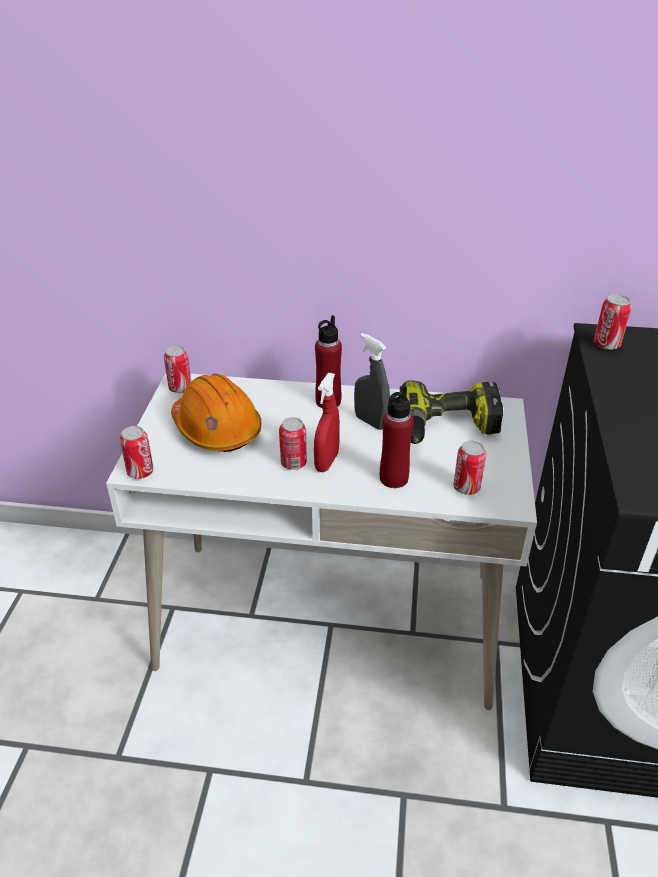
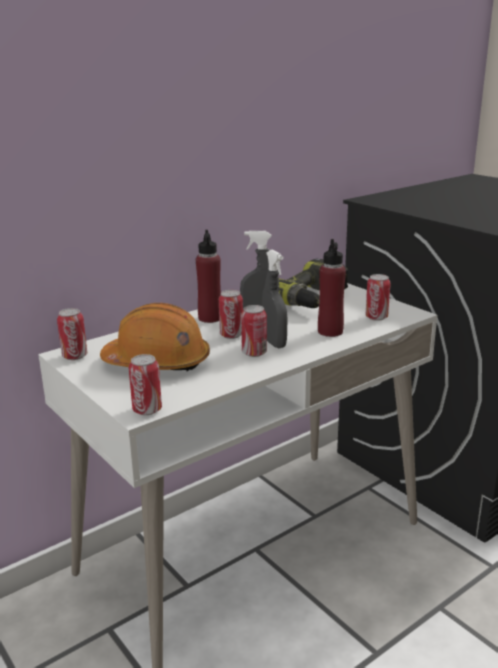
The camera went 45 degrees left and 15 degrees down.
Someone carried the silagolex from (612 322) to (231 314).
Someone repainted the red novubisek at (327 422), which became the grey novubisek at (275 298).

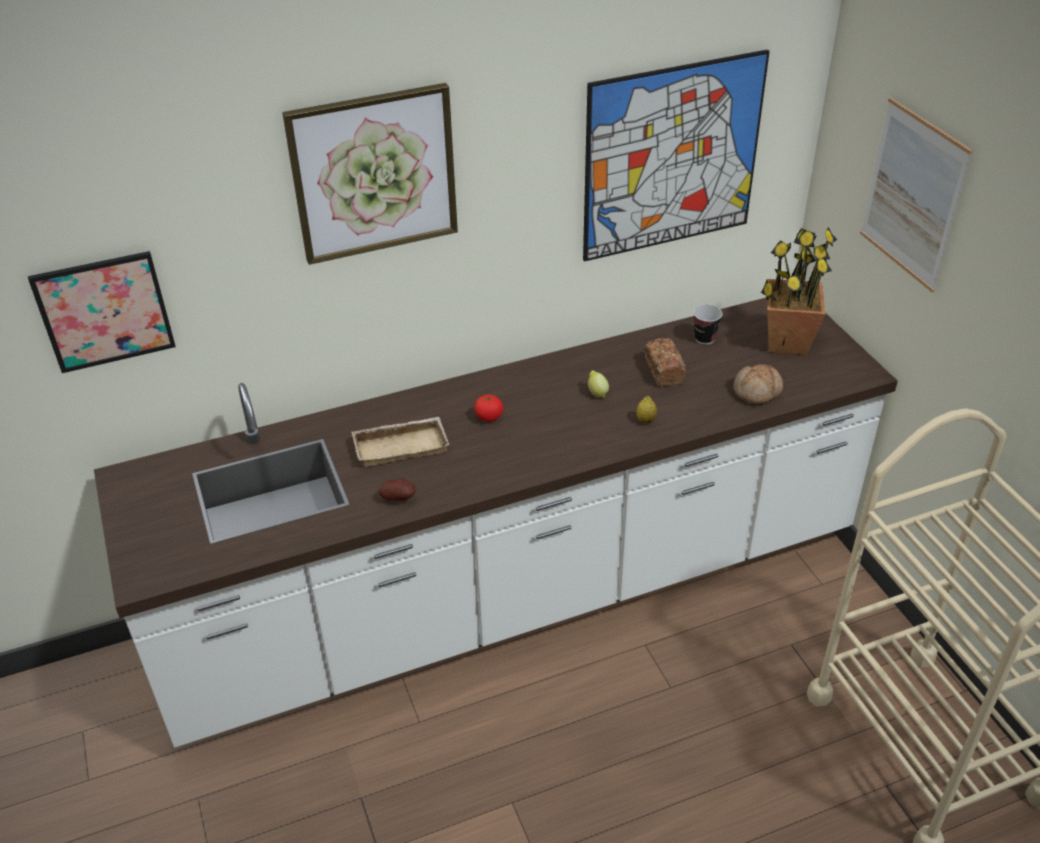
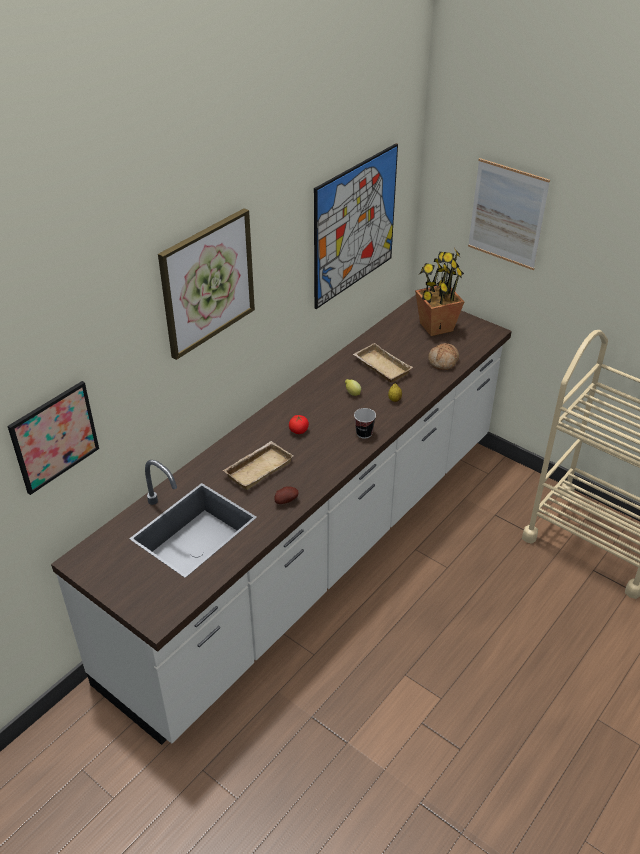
The camera went 30 degrees left and 0 degrees up.
Someone carried the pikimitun from (708 325) to (365 423).
Someone swapped the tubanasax at (665 362) for the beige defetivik at (383 363).

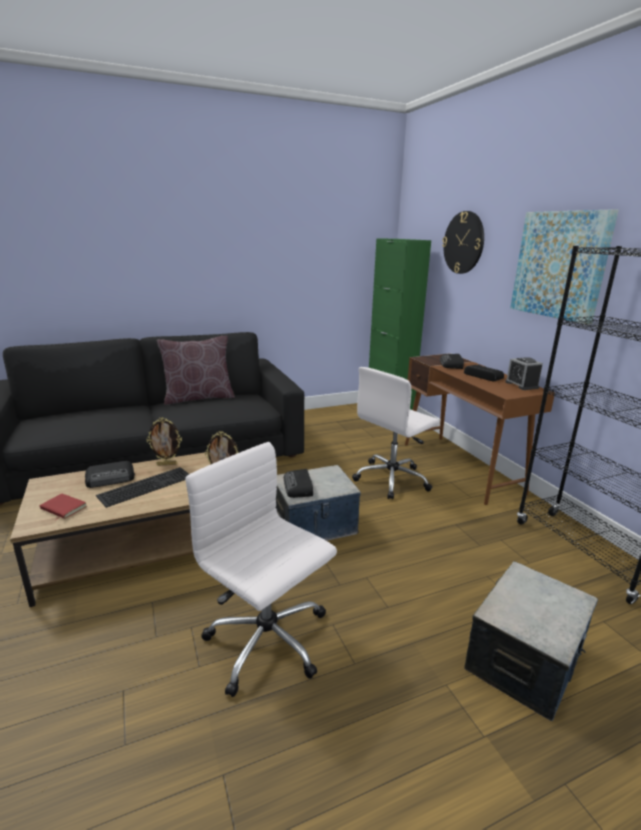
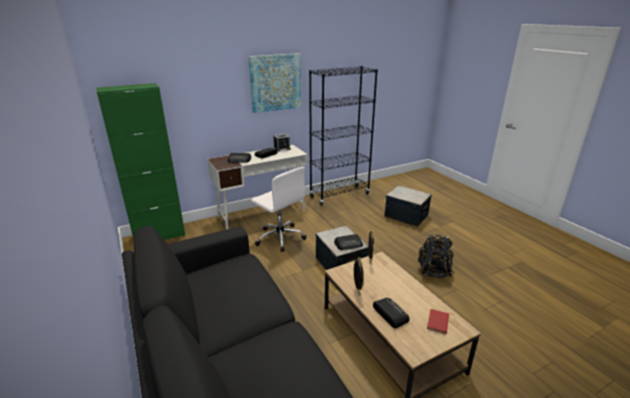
The camera went 95 degrees left and 5 degrees up.
Someone took away the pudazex at (142 487).
Someone took away the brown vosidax at (196 370).
Someone took away the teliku at (463 242).
Someone swapped the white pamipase at (261 569) for the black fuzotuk at (436 256).
Someone repainted the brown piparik at (480 429), which became the white piparik at (257 187).

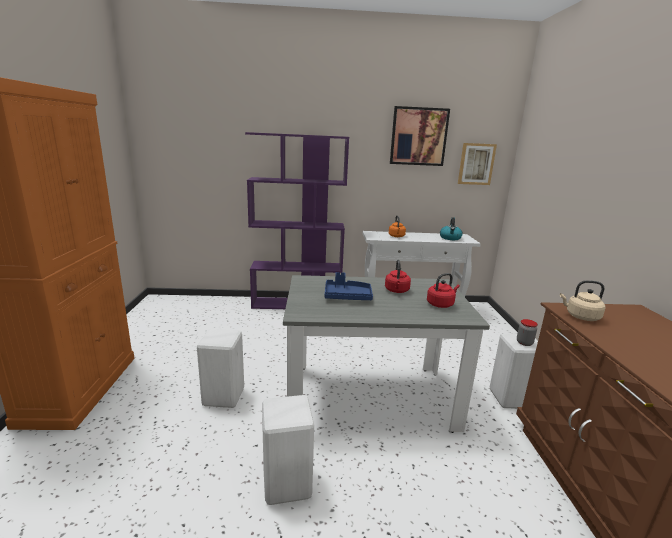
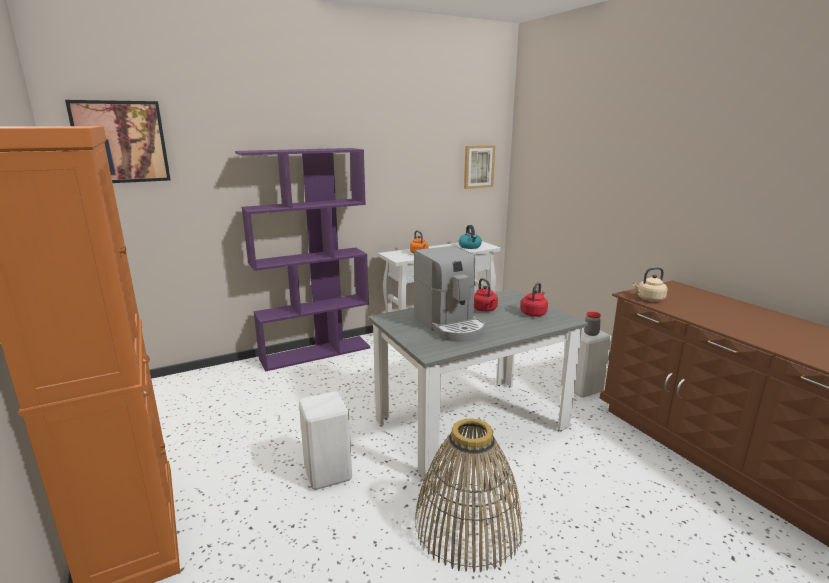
The camera went 25 degrees left and 0 degrees up.
Someone carried the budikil from (420 136) to (118 141).
Someone swapped the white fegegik at (288 450) for the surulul at (468 495).
Someone swapped the blue defetivik at (349 286) for the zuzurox at (449 294).

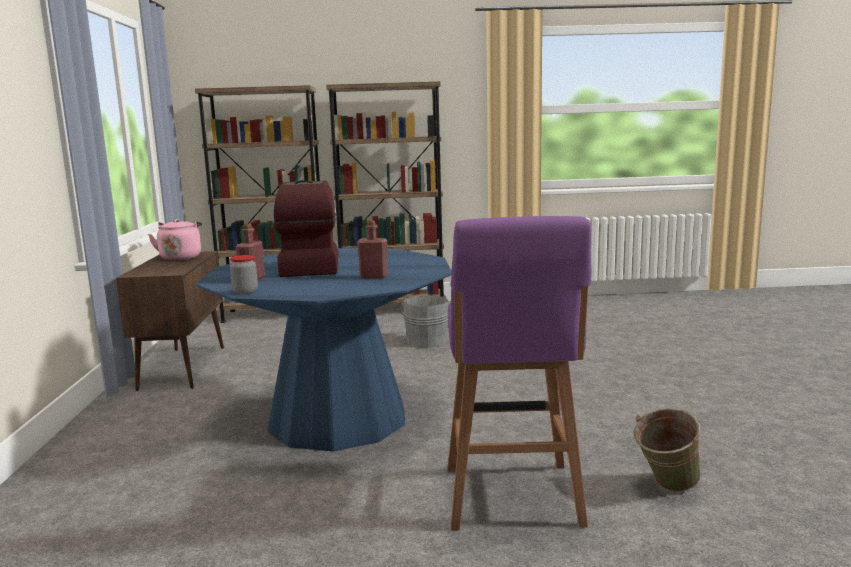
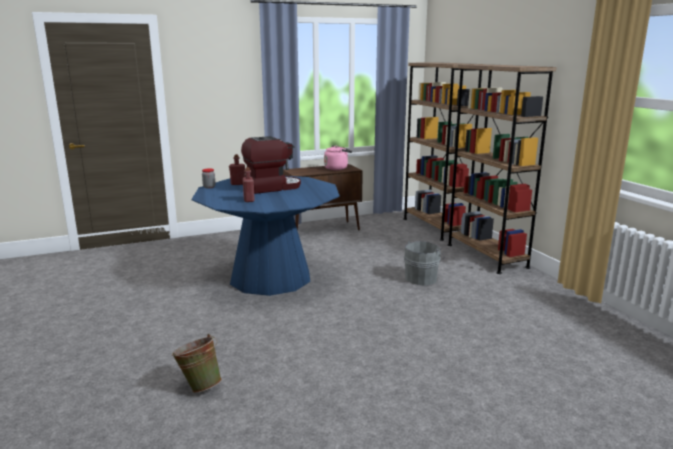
The camera went 70 degrees right and 5 degrees up.
Someone took away the purple fegegik at (519 373).

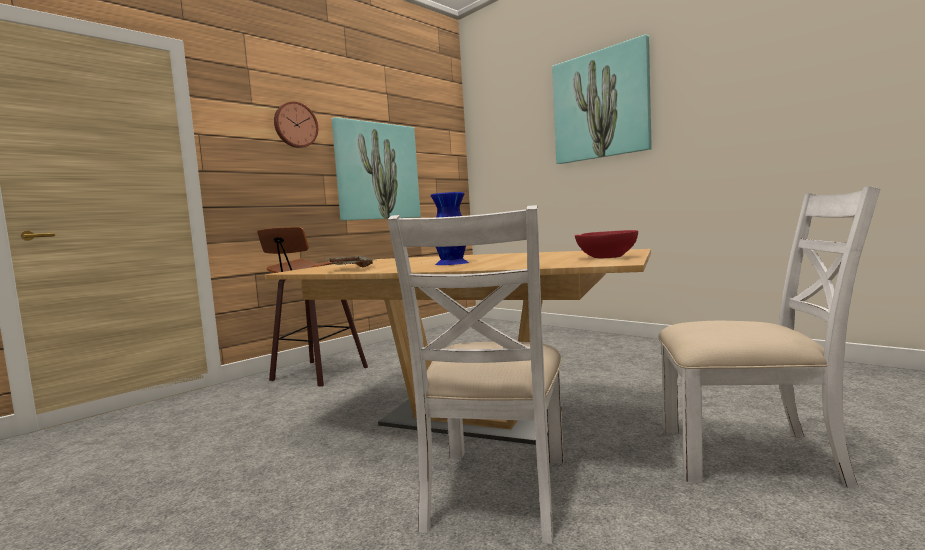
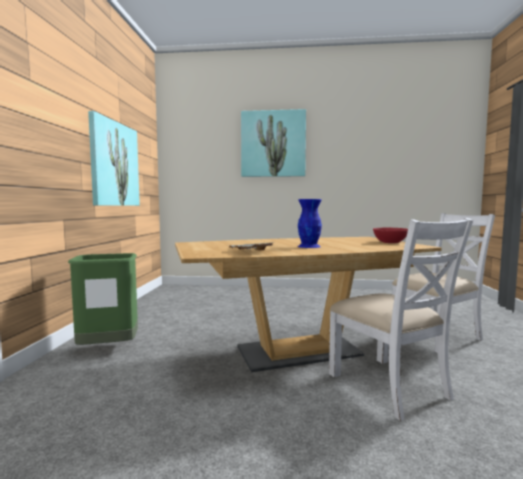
The camera went 40 degrees left and 0 degrees up.
Someone took away the teliku at (296 124).
Someone swapped the fegegik at (312 307) for the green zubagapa at (103 299).

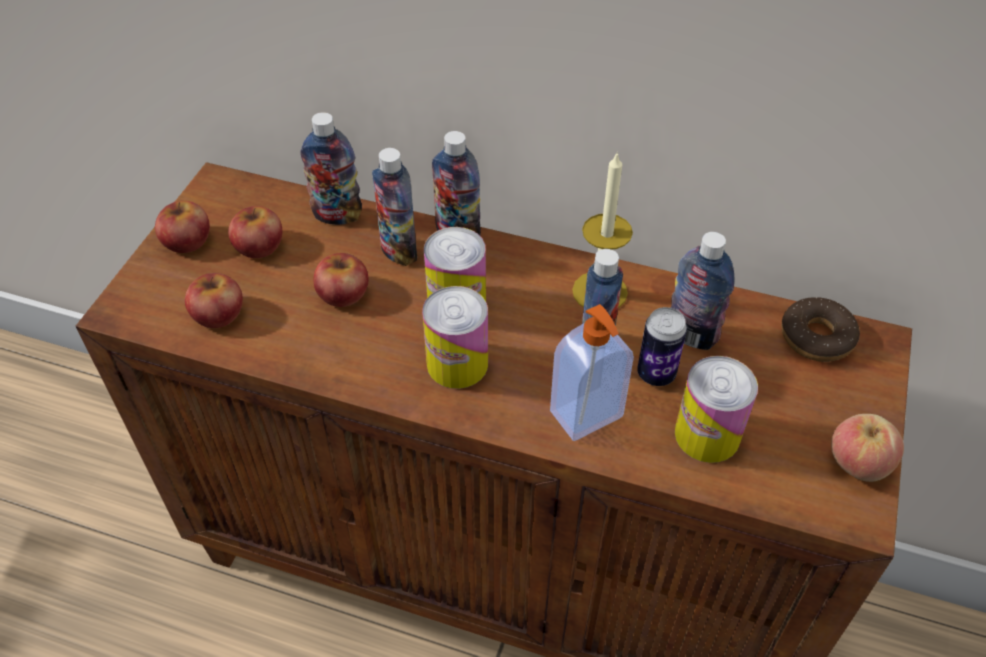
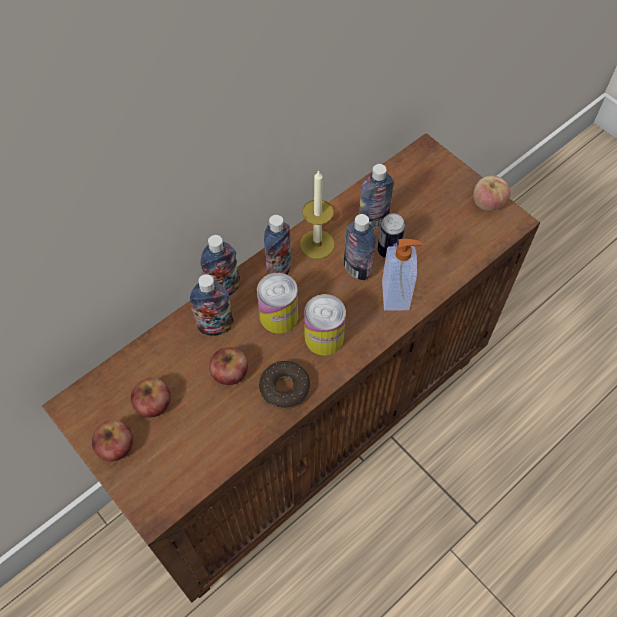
The camera went 60 degrees left and 10 degrees up.
Someone took away the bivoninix at (214 300).
Someone took away the silagolex at (716 409).
Someone carried the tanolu from (331 168) to (277 245).
Someone carried the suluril from (820 329) to (284 385).

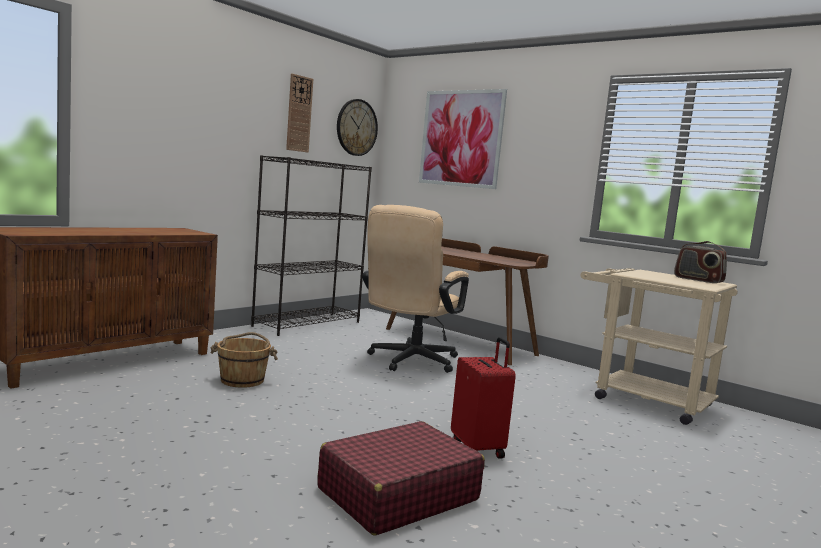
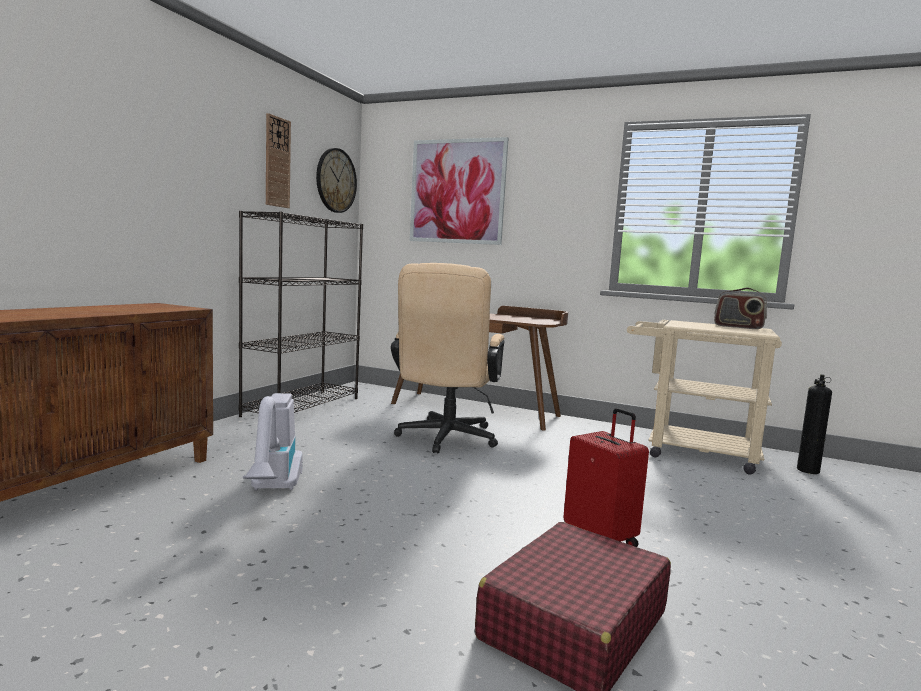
The camera went 15 degrees left and 0 degrees up.
Someone put down the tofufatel at (814 424).
Someone swapped the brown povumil at (244 360) for the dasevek at (273 441).

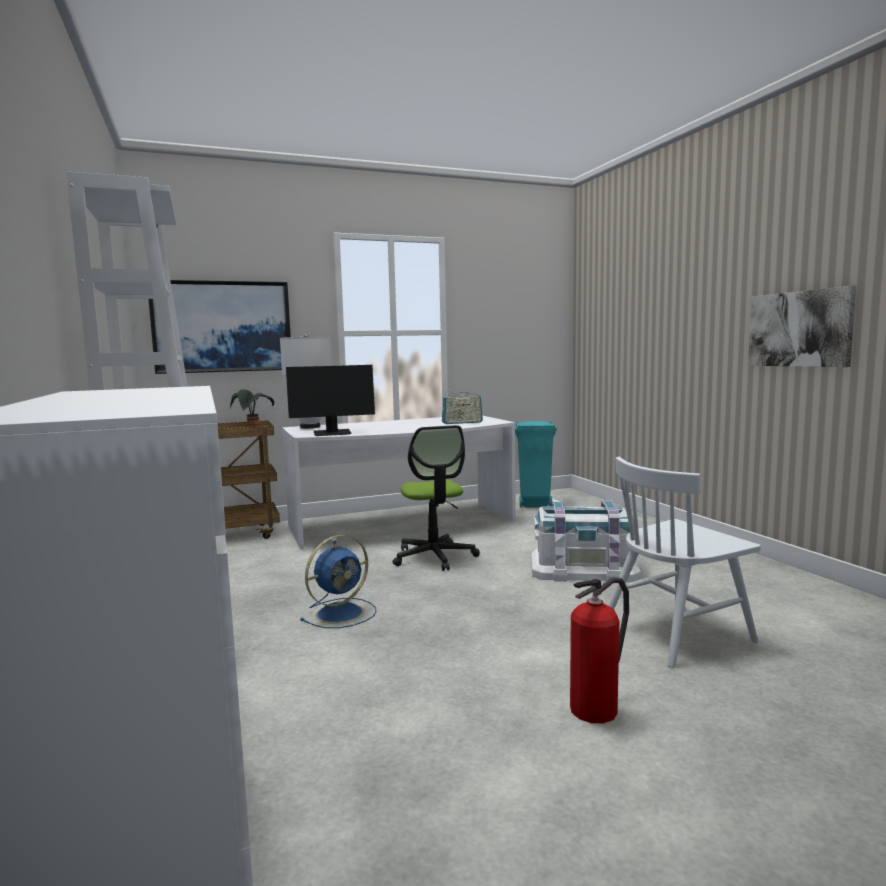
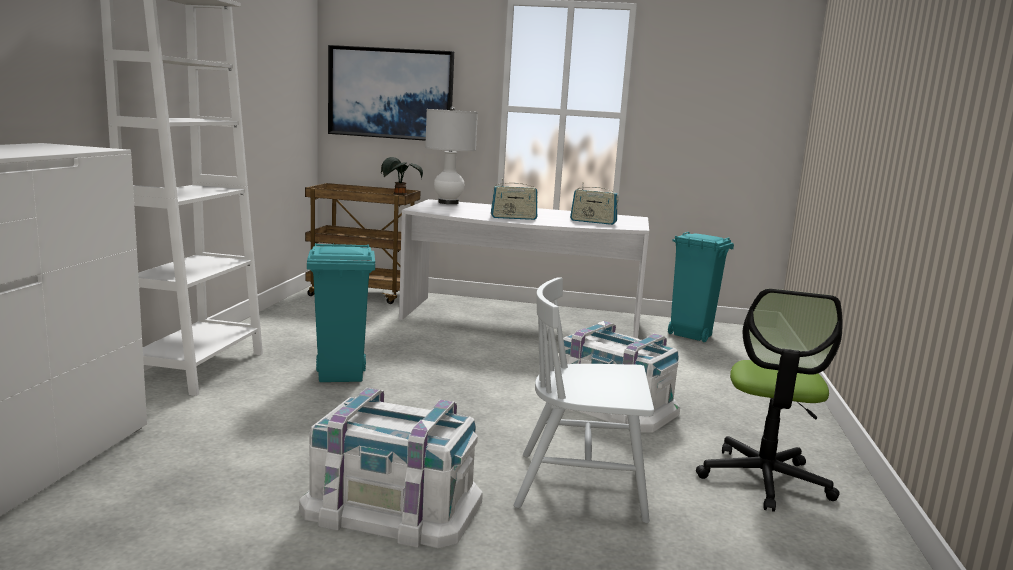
The camera went 30 degrees right and 5 degrees up.
Someone took away the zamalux at (330 400).
Someone took away the budikil at (802 326).
Someone put down the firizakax at (514 199).
Someone carried the pamipase from (436 498) to (769 400).
Someone swapped the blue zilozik at (338 581) for the turquoise zubagapa at (341 312).
Someone swapped the tofufatel at (599 650) for the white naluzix at (391 468).

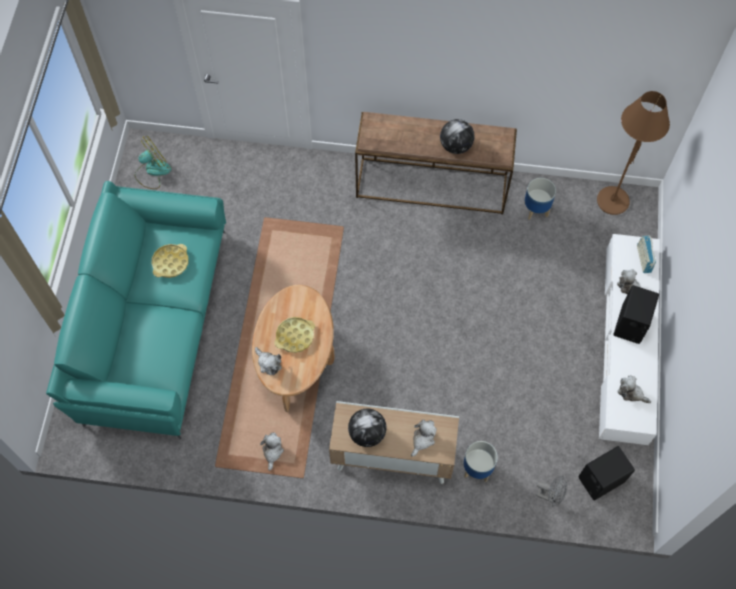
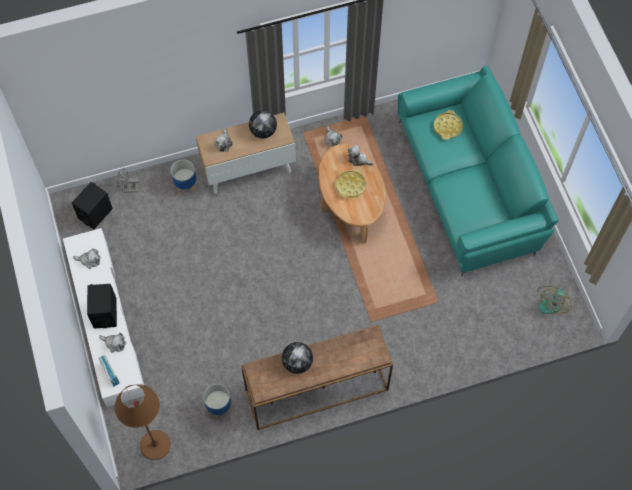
The camera went 155 degrees right and 0 degrees up.
Someone carried the yellow defetivik from (170 261) to (448 125).

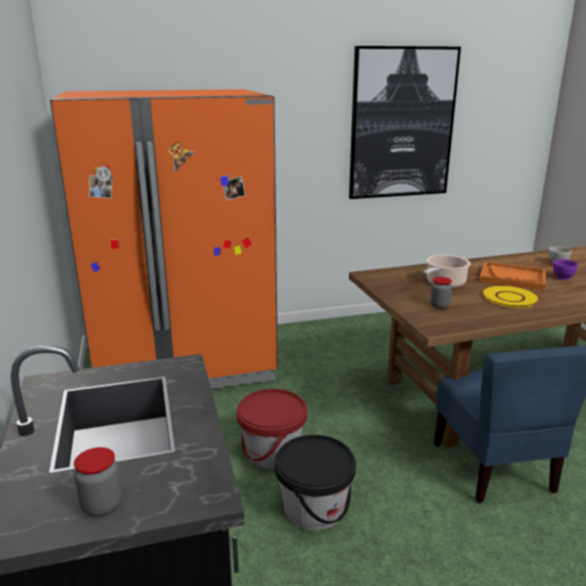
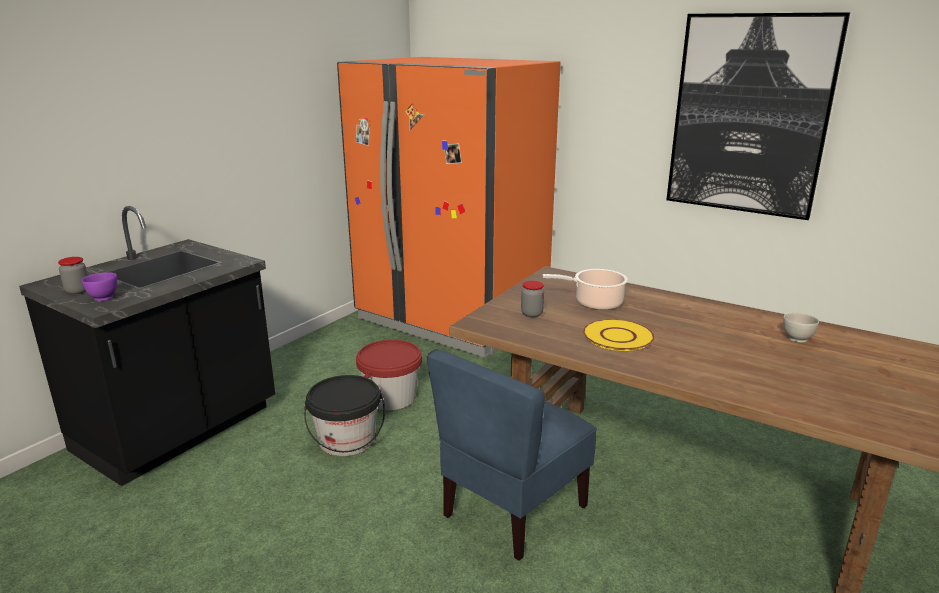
The camera went 50 degrees right and 0 degrees up.
Someone took away the orange defetivik at (512 276).
Someone carried the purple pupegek from (565 269) to (99 286).

